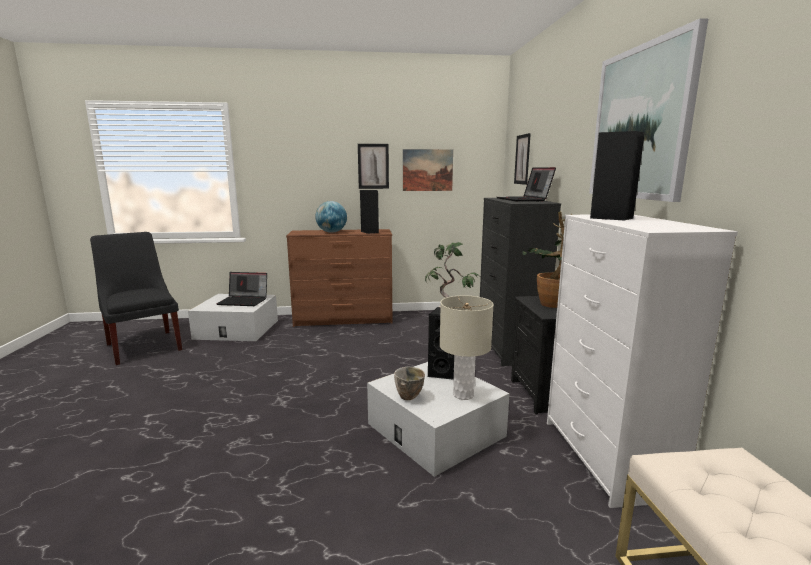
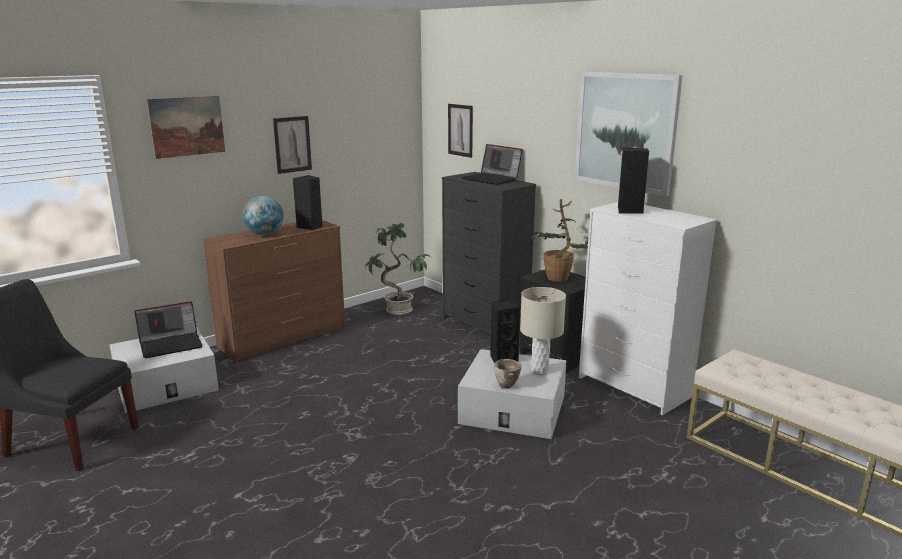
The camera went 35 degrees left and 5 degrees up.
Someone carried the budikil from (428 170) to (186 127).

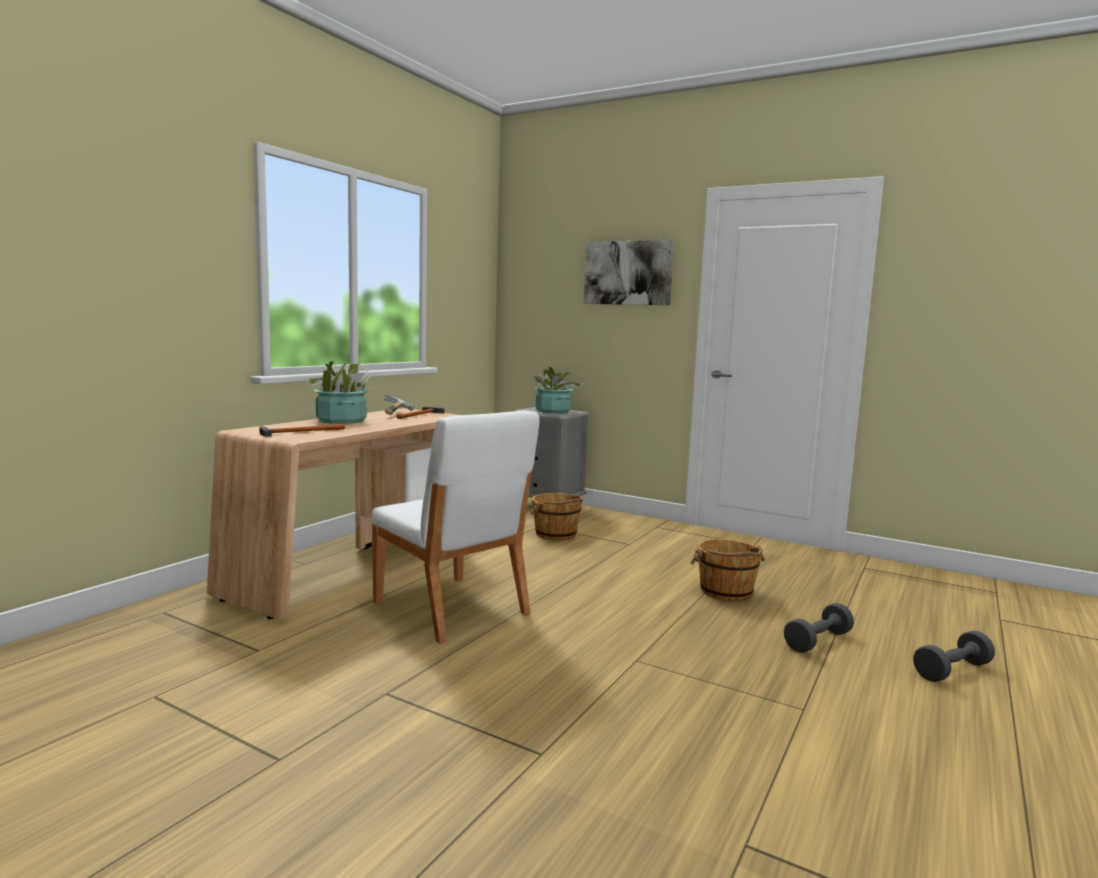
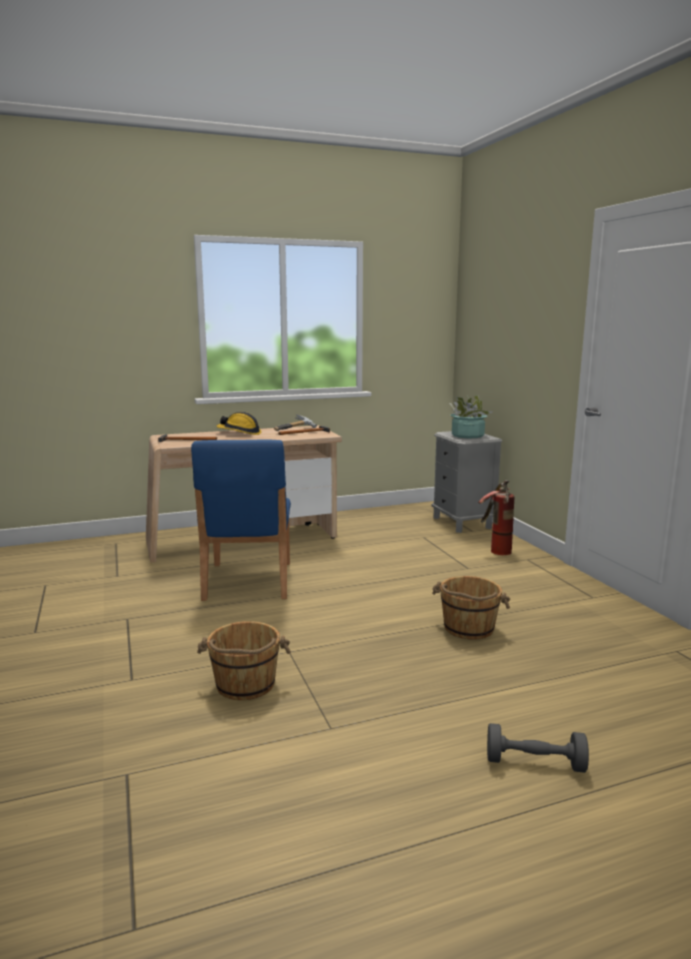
The camera went 40 degrees right and 5 degrees up.
Someone took away the budikil at (629 272).
Someone took away the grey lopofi at (819 628).
Someone put down the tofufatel at (496 517).
Someone carried the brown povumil from (556 516) to (244 660).
Someone swapped the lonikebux at (337 392) for the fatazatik at (239 423).
Someone repainted the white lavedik at (455 527), which became the blue lavedik at (241 520).

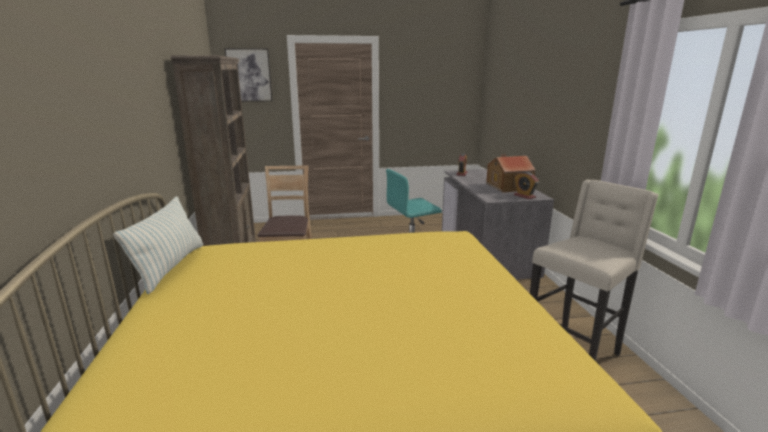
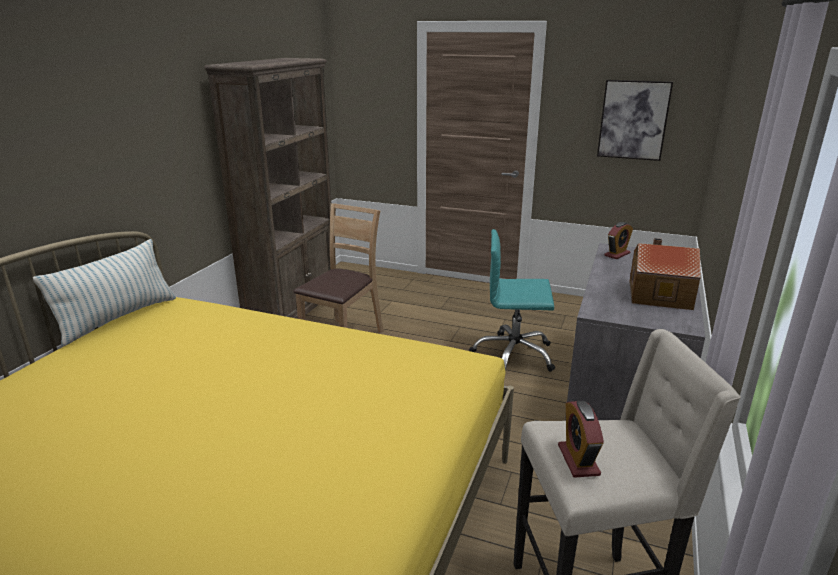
The camera went 30 degrees right and 5 degrees up.
Someone carried the budikil from (248 75) to (635 120).
Someone carried the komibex from (526 185) to (581 439).

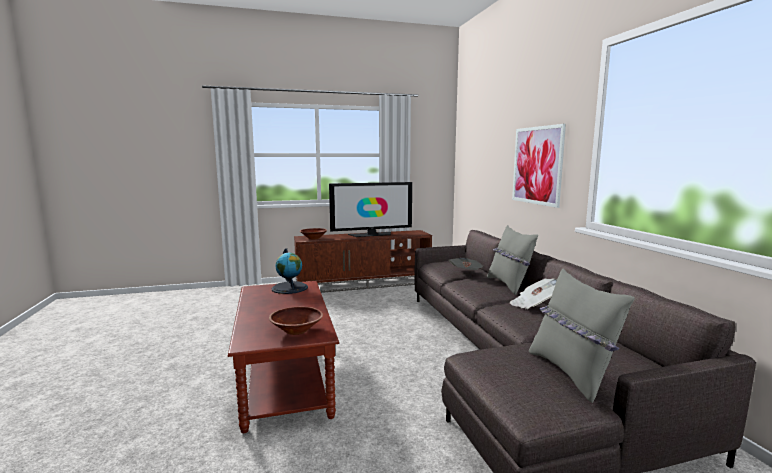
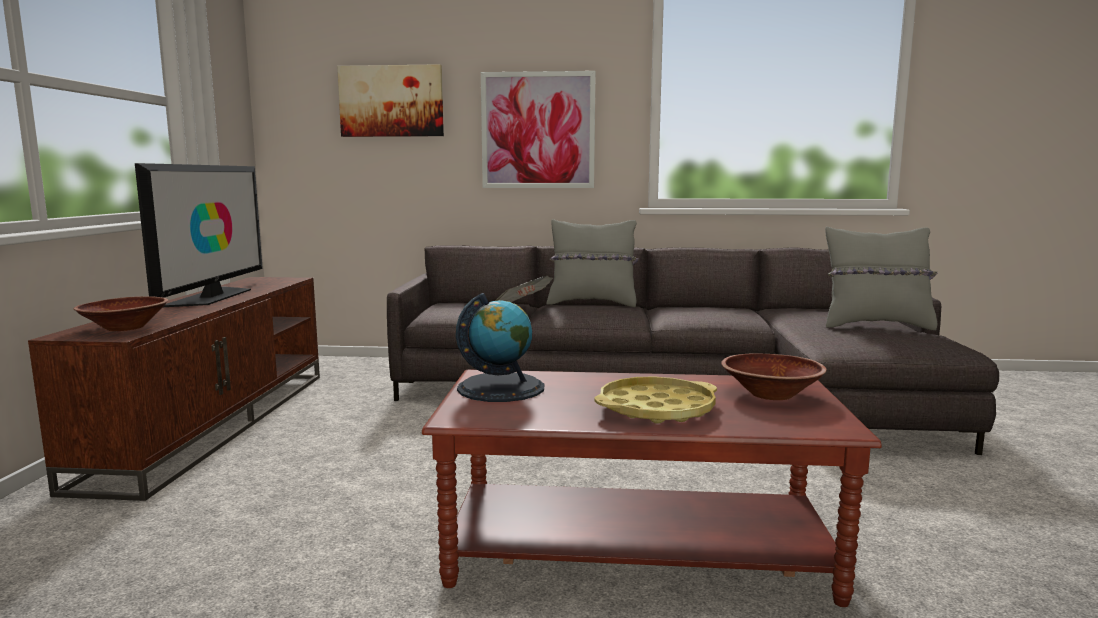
The camera went 70 degrees left and 0 degrees up.
Someone took away the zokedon at (533 293).
Someone put up the budikil at (390 100).
Someone put down the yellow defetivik at (655 400).

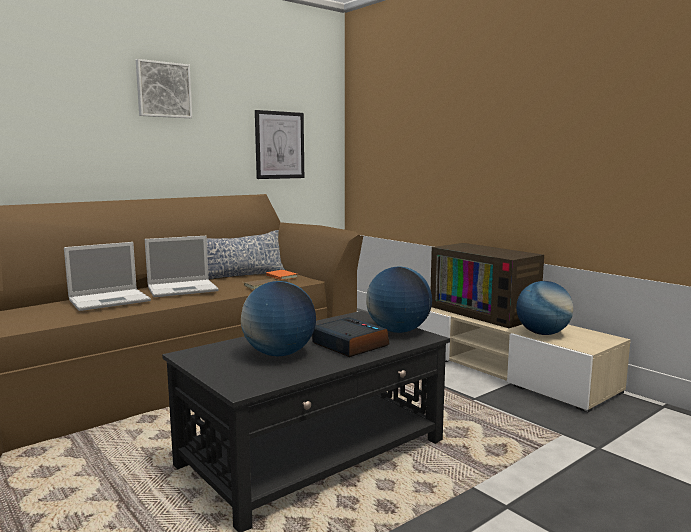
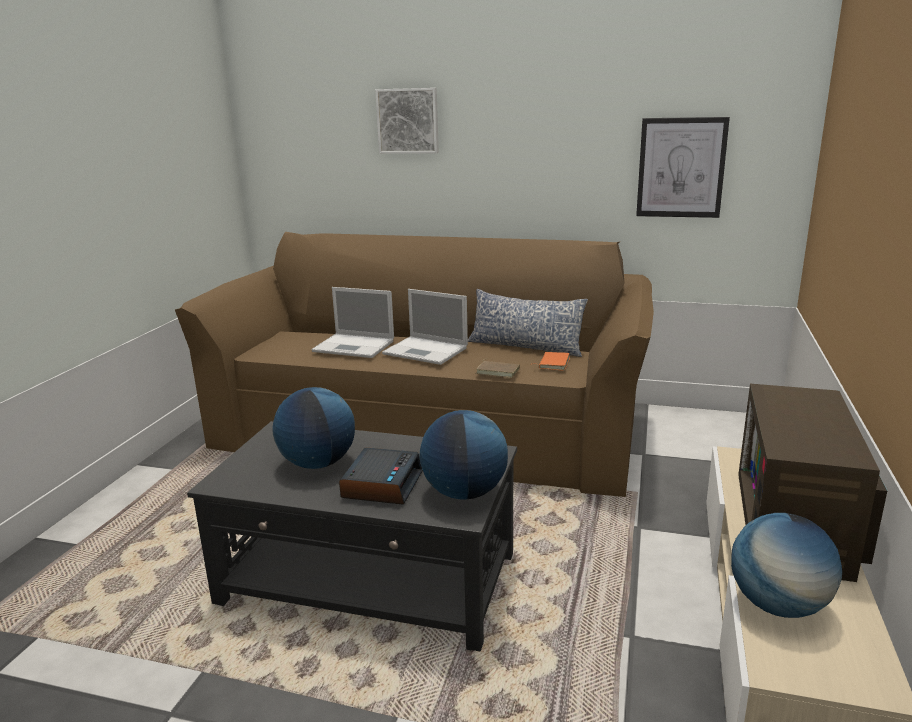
The camera went 55 degrees right and 10 degrees up.
Someone carried the budikil from (164 88) to (407 121).

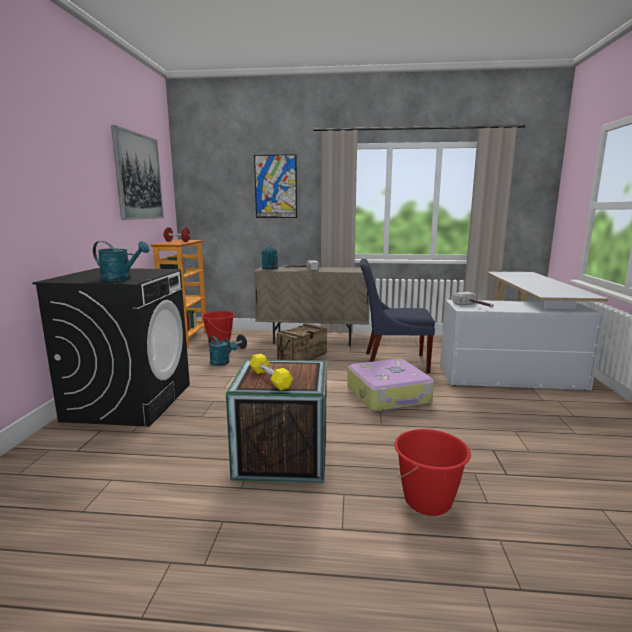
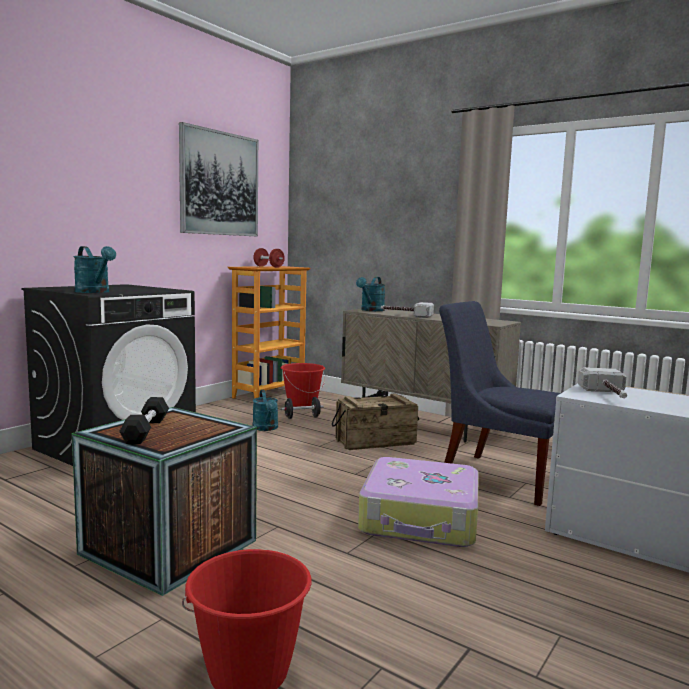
The camera went 30 degrees right and 5 degrees down.
Someone took away the budikil at (275 186).
Someone repainted the yellow lopofi at (271 372), which became the black lopofi at (144 420).

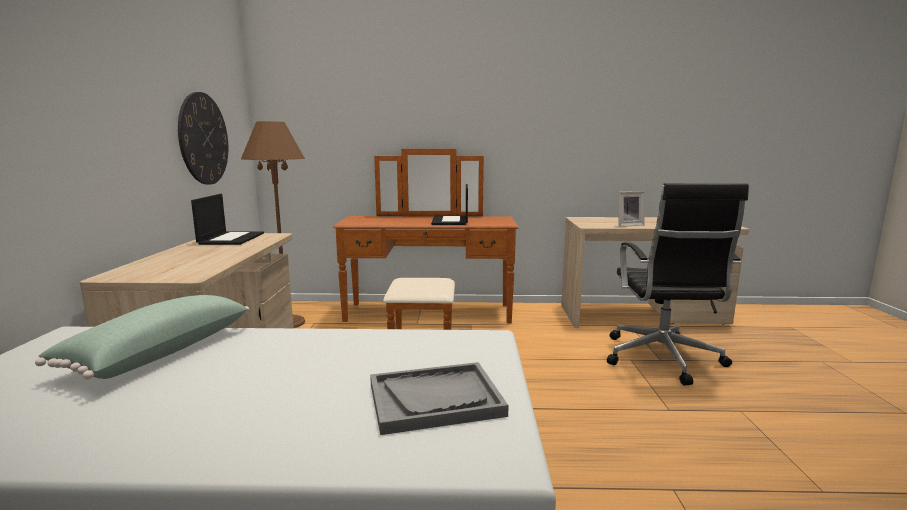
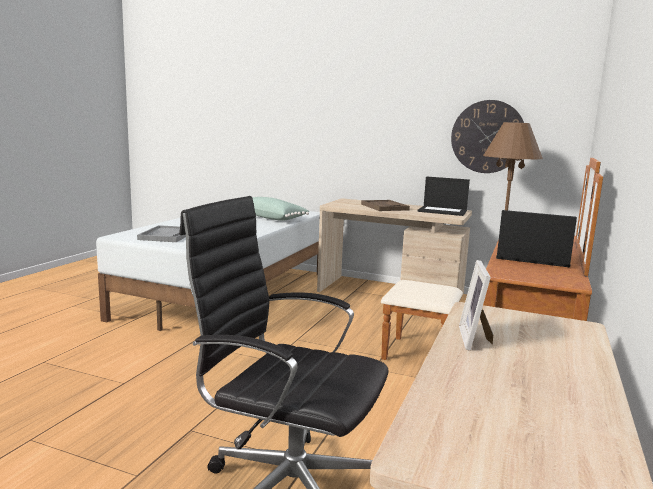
The camera went 110 degrees right and 0 degrees up.
Someone put down the brown defetivik at (385 205).

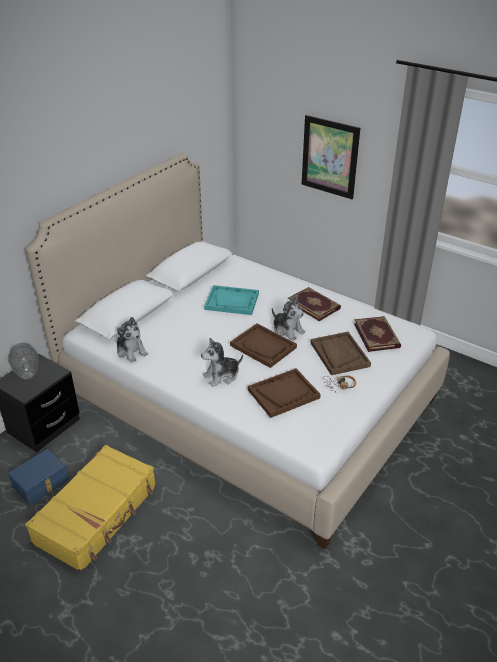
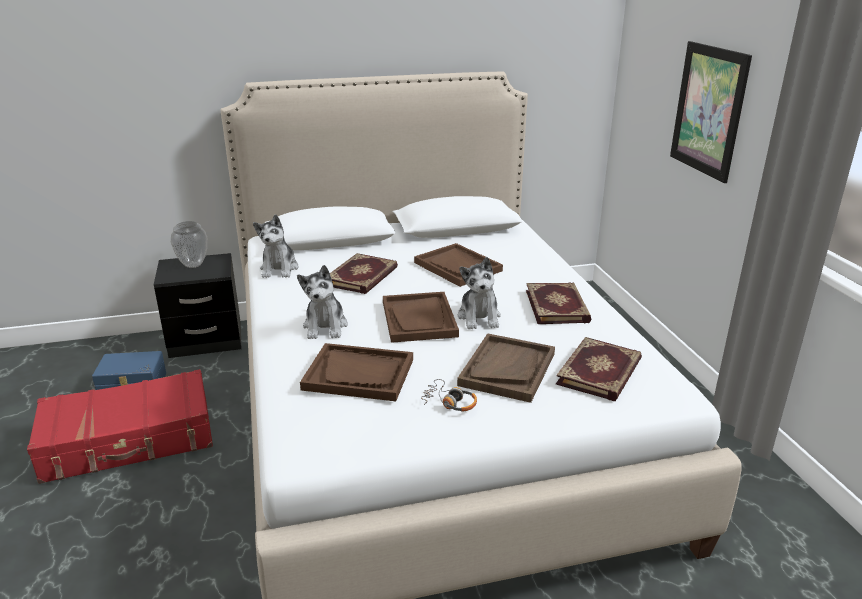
The camera went 40 degrees right and 10 degrees down.
Someone put down the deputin at (364 273).
Someone repainted the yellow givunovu at (90 508), which became the red givunovu at (120 426).
Someone repainted the turquoise defetivik at (231 300), which became the brown defetivik at (458 265).
Someone rotated the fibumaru at (222 362) by 105 degrees counterclockwise.

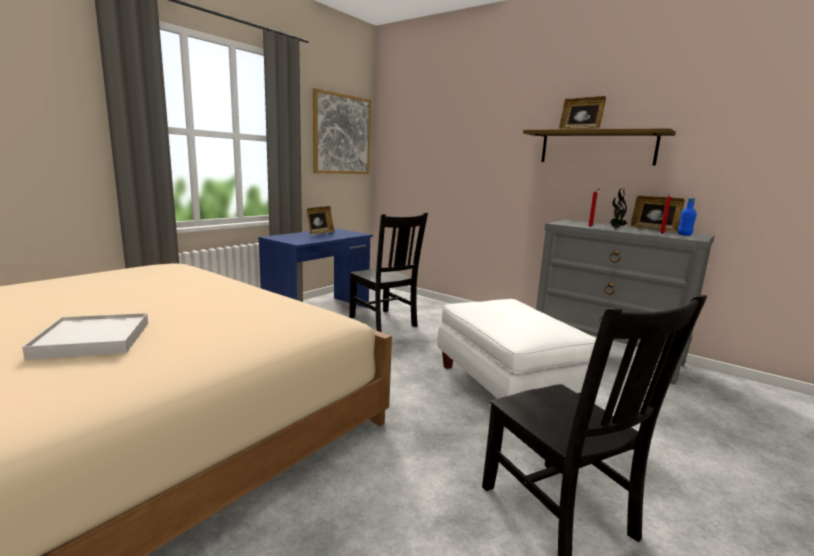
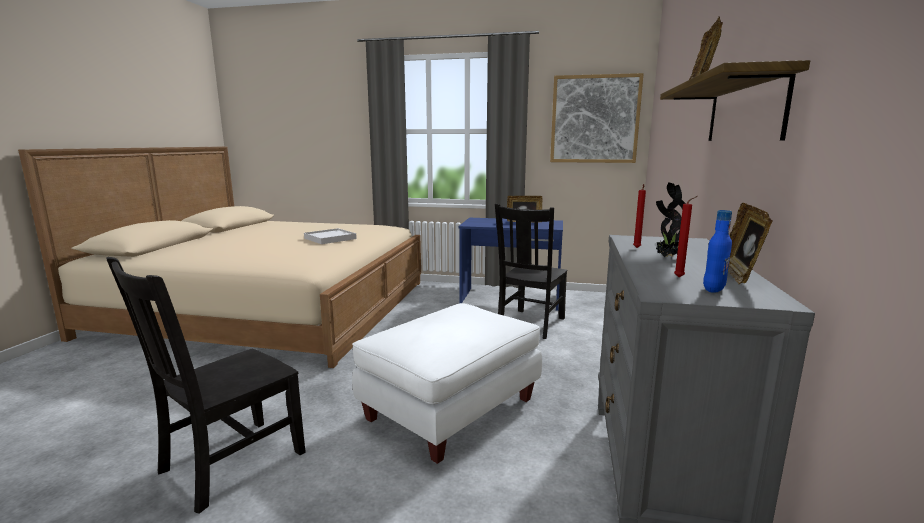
The camera went 65 degrees right and 0 degrees up.
Someone carried the white defetivik from (85 336) to (330 236).

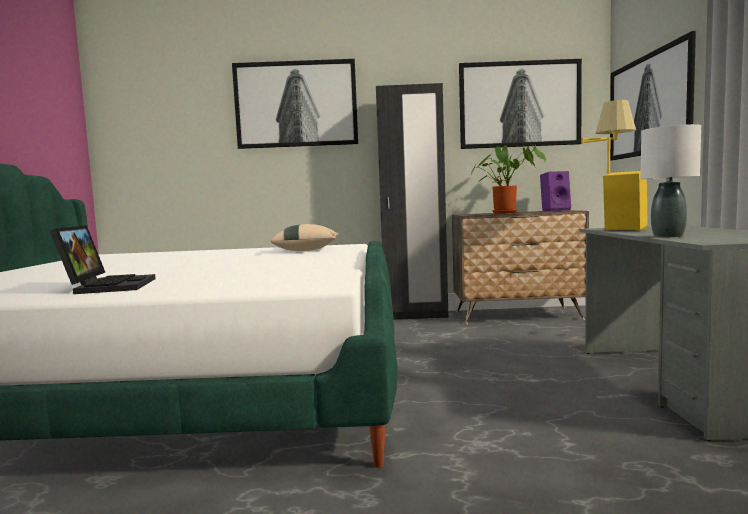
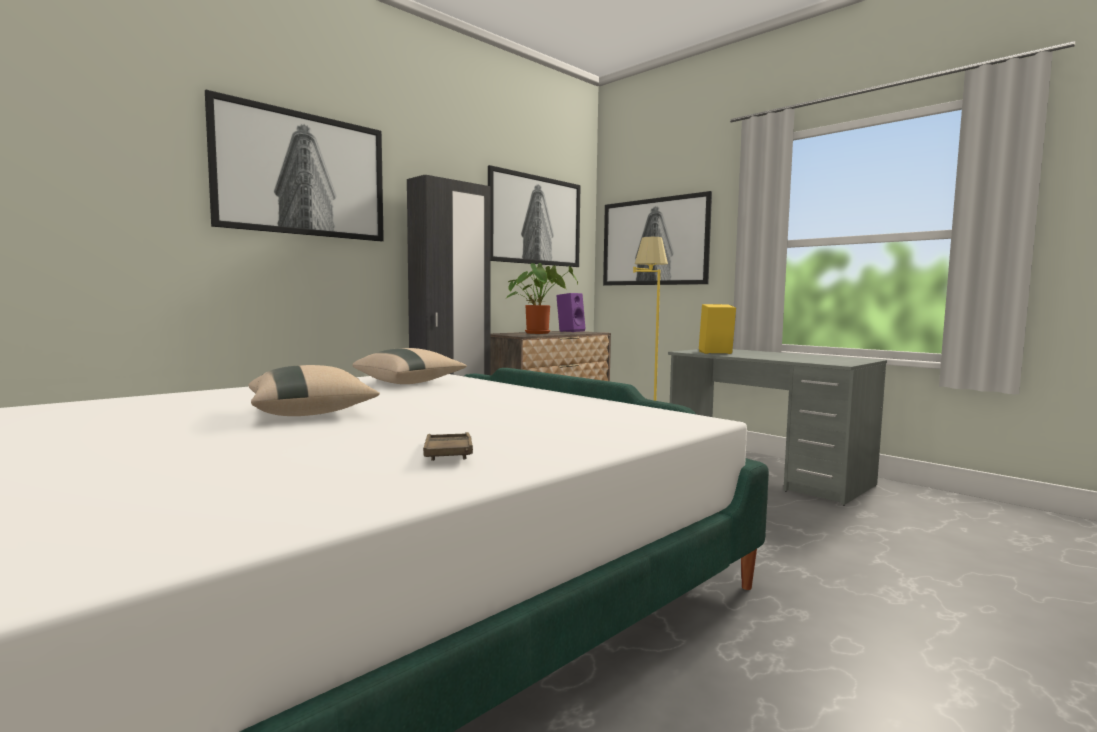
The camera went 45 degrees left and 0 degrees up.
Someone took away the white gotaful at (671 180).
Someone put down the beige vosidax at (314 390).
Someone swapped the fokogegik at (103 259) for the brown defetivik at (448 446).

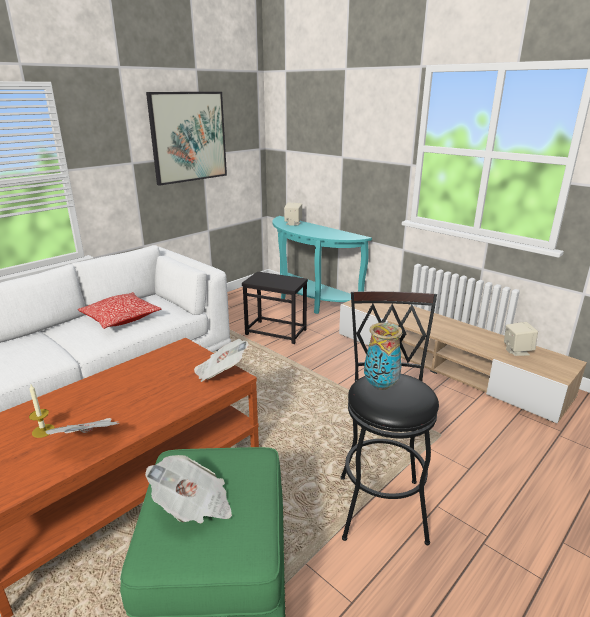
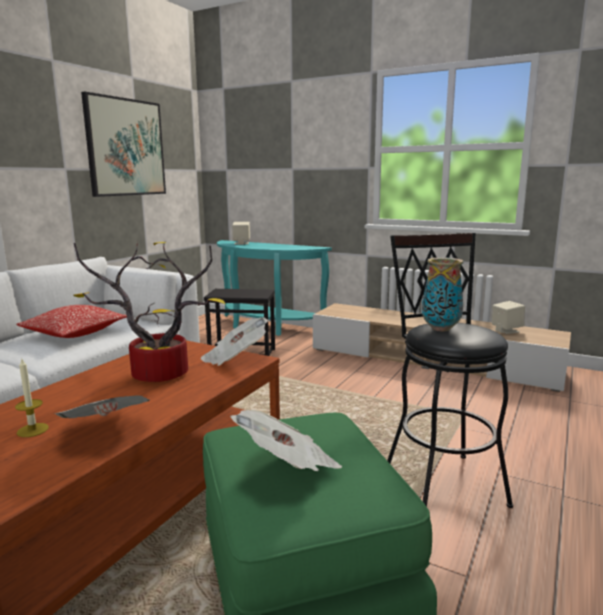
The camera went 15 degrees left and 10 degrees down.
Someone put down the lonikebux at (149 312).

